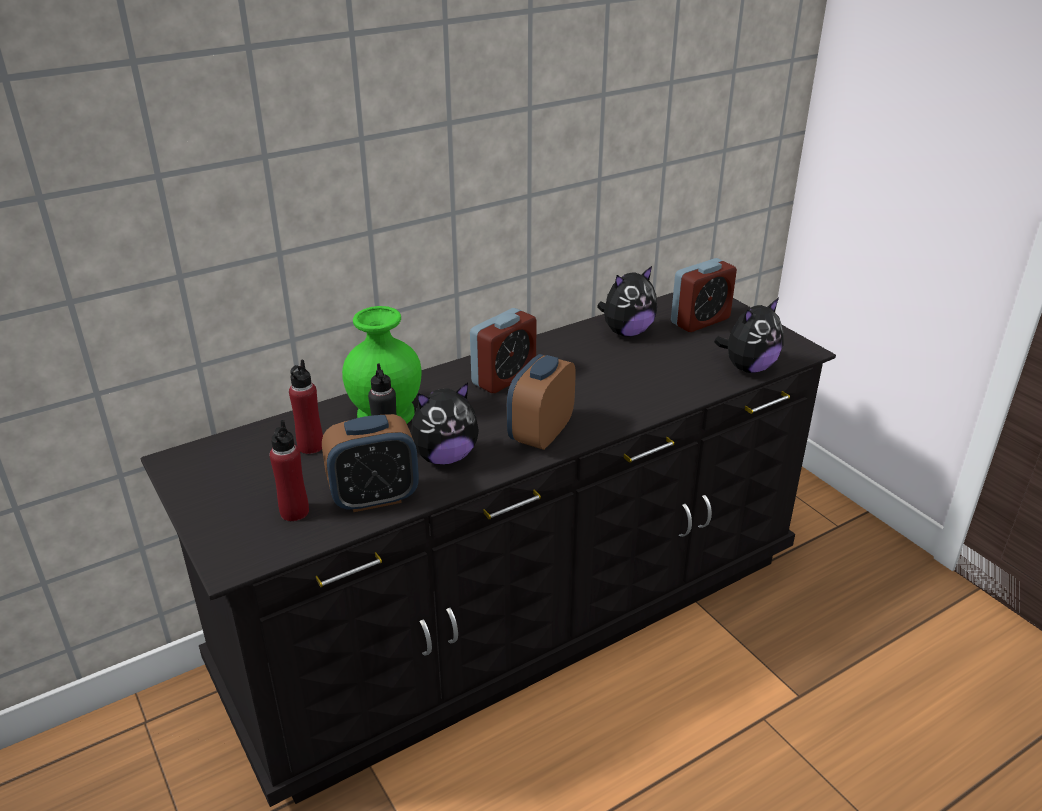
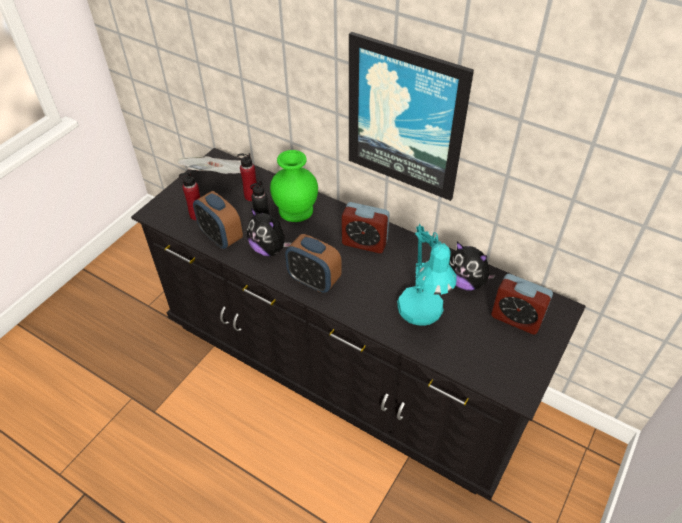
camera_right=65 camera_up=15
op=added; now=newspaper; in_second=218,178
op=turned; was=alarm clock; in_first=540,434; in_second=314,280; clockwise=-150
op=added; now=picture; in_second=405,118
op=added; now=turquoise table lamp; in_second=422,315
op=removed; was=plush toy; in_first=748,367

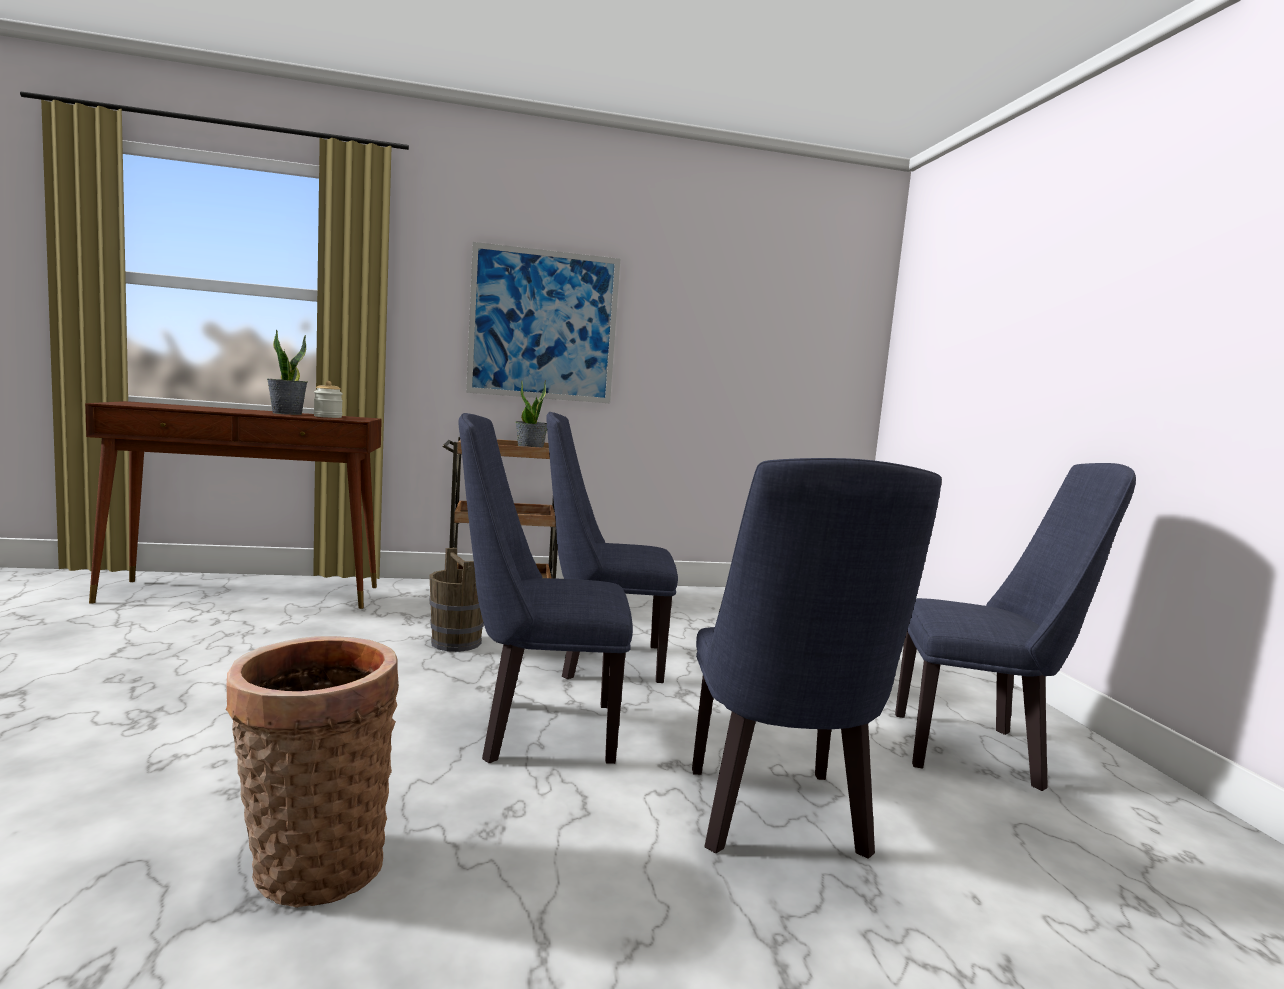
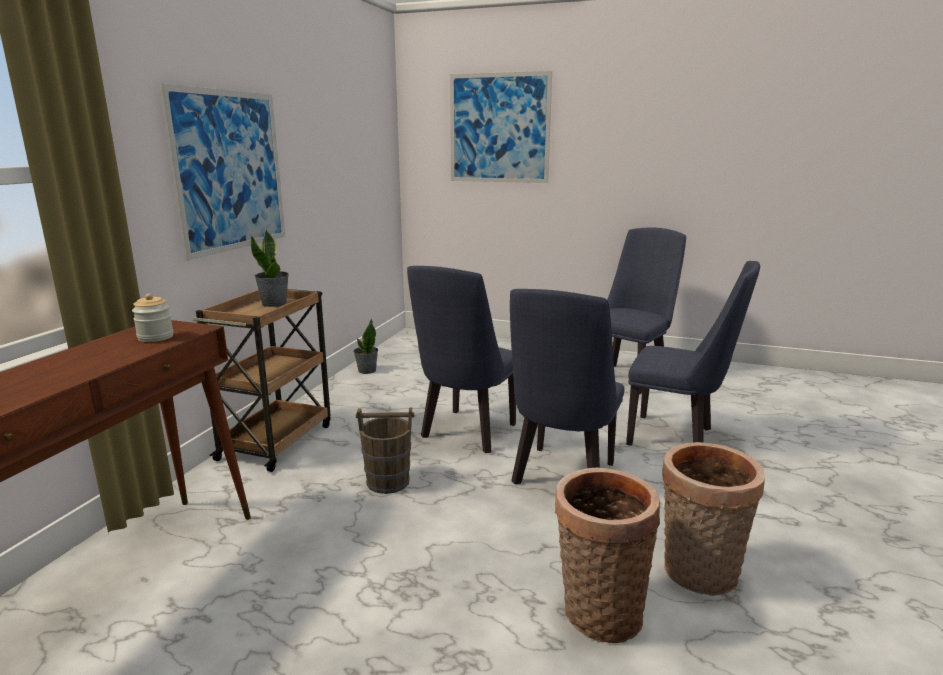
camera_right=-60 camera_up=10
op=moved; was=potted plant; in_first=286,413; in_second=366,370
op=added; now=picture; in_second=499,128
op=added; now=basket; in_second=597,611

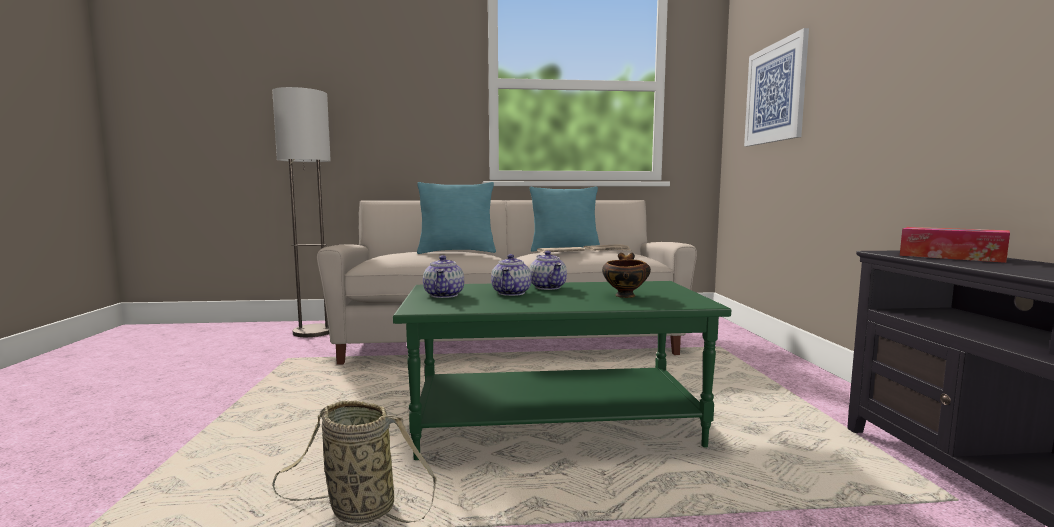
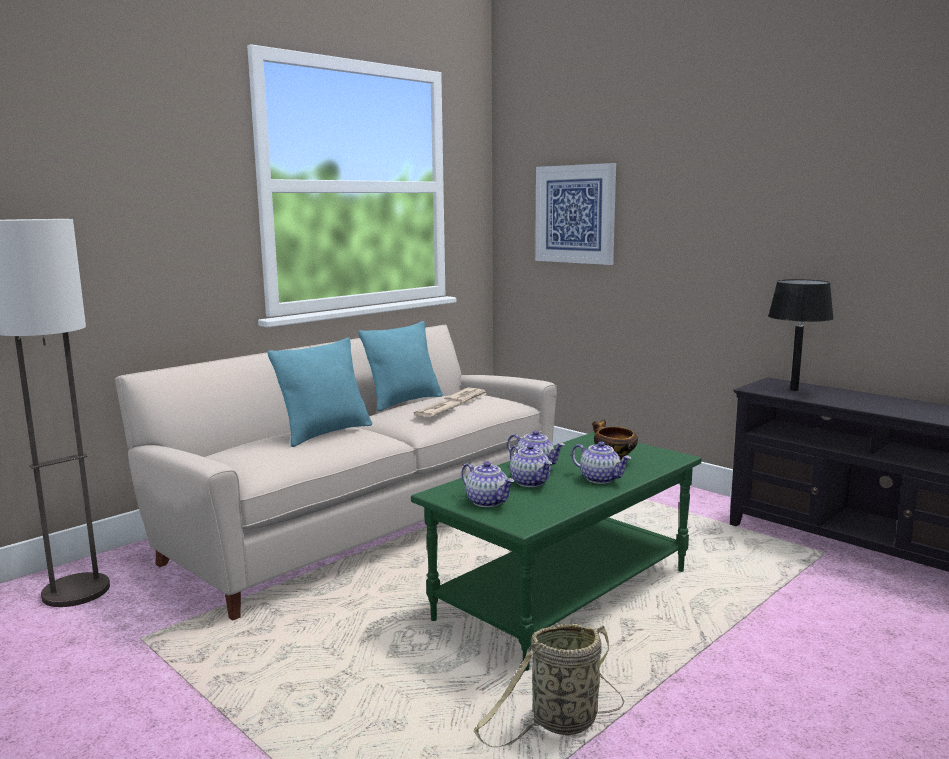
camera_right=-40 camera_up=5
op=added; now=teapot; in_second=600,479
op=replaced; was=tissue box; now=black table lamp; in_first=951,257; in_second=794,390

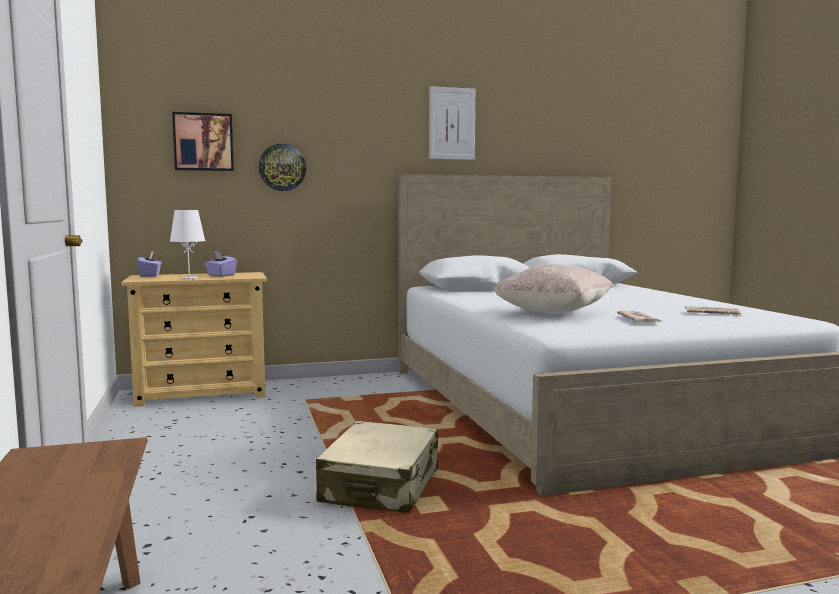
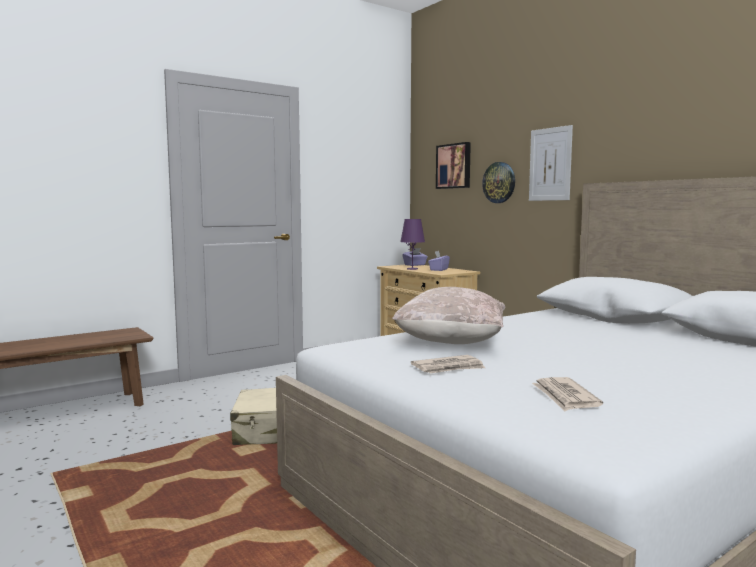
camera_right=70 camera_up=0
op=recoloured; was=white table lamp; now=purple table lamp; in_first=189,278; in_second=412,269
op=moved; was=picture; in_first=452,123; in_second=550,164

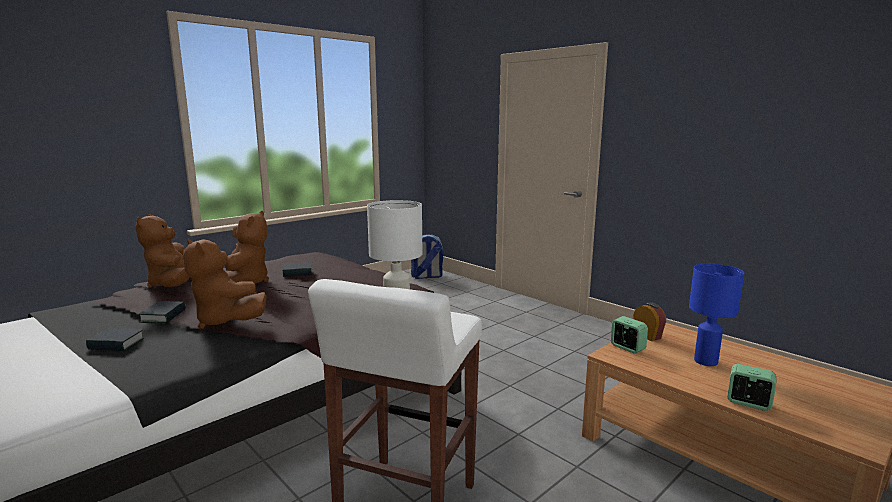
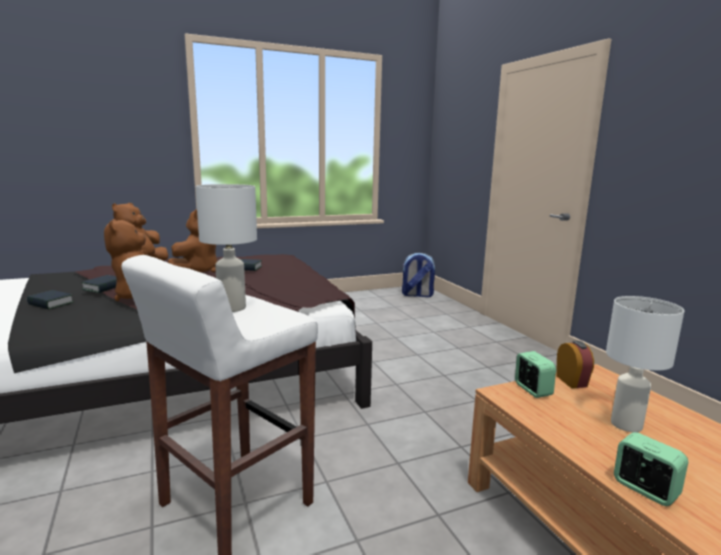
camera_right=20 camera_up=0
op=recoloured; was=blue table lamp; now=white table lamp; in_first=705,361; in_second=625,424

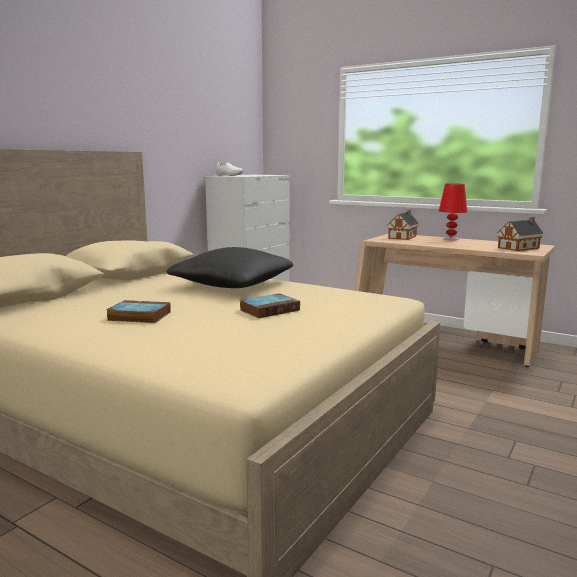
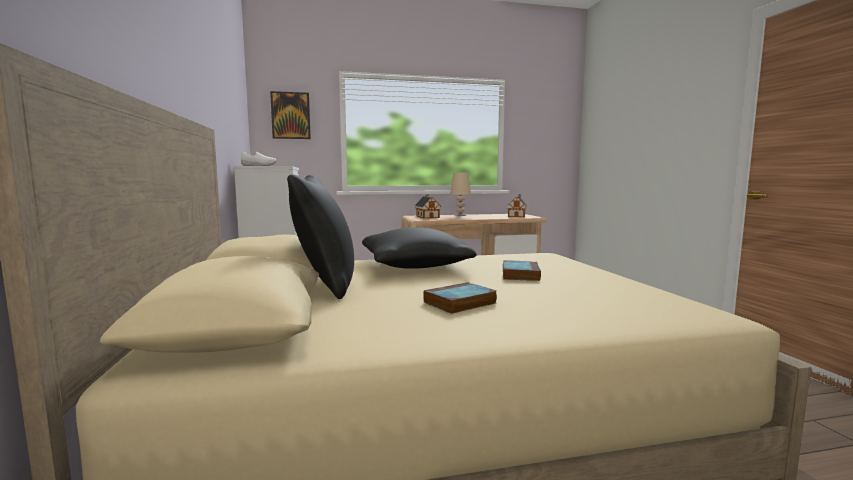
camera_right=-45 camera_up=-5
op=added; now=picture; in_second=291,115
op=added; now=black pillow; in_second=325,285
op=recoloured; was=red table lamp; now=beige table lamp; in_first=450,239; in_second=460,215

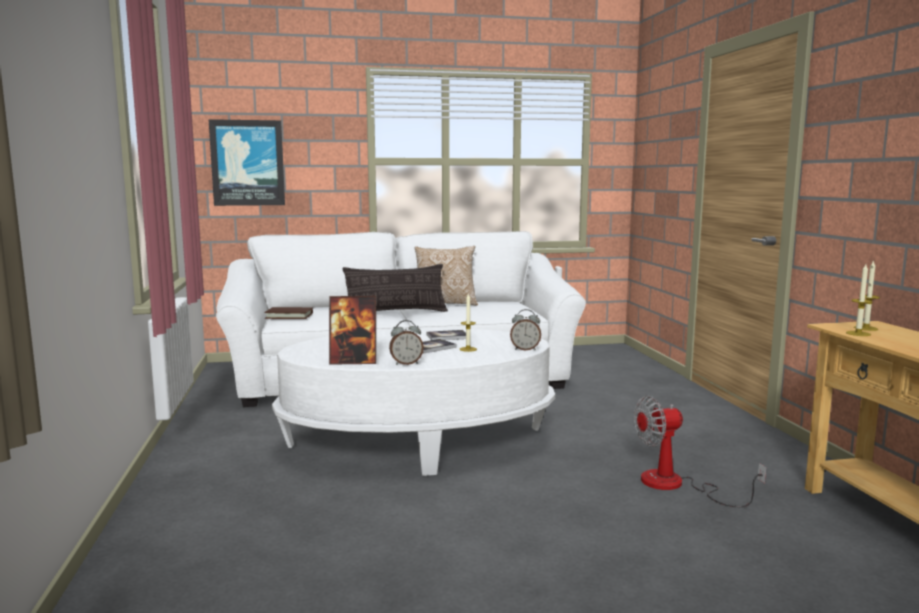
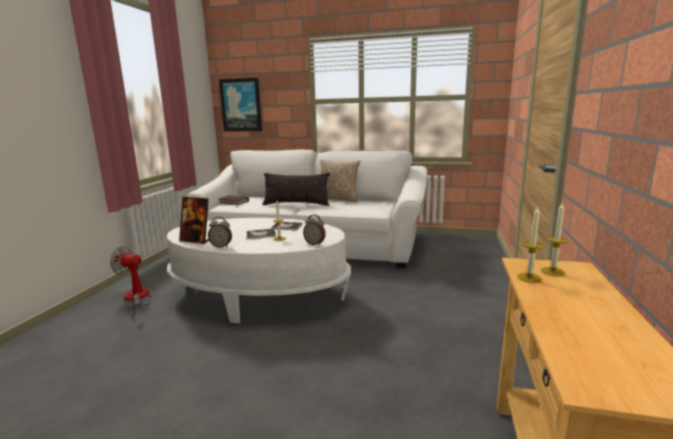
camera_right=25 camera_up=5
op=moved; was=fan; in_first=676,485; in_second=136,298

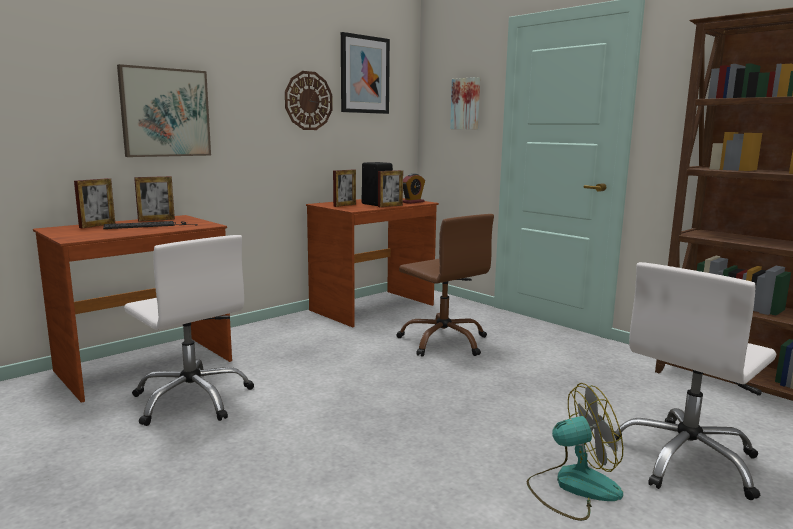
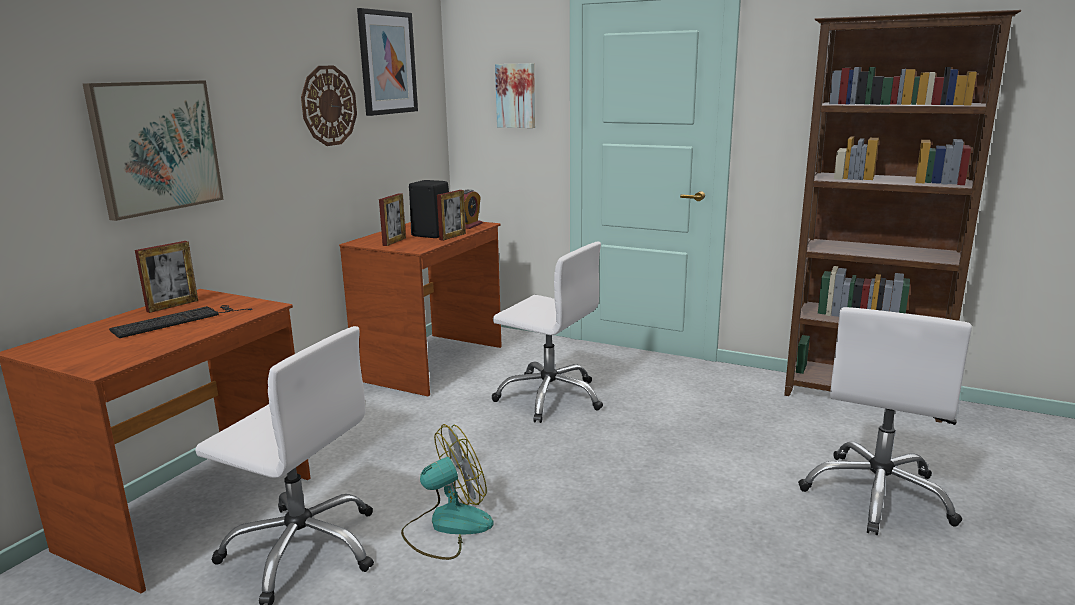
camera_right=-20 camera_up=5
op=moved; was=fan; in_first=573,487; in_second=447,526
op=recoloured; was=brown office chair; now=white office chair; in_first=444,341; in_second=550,397
op=removed; was=picture frame; in_first=97,225

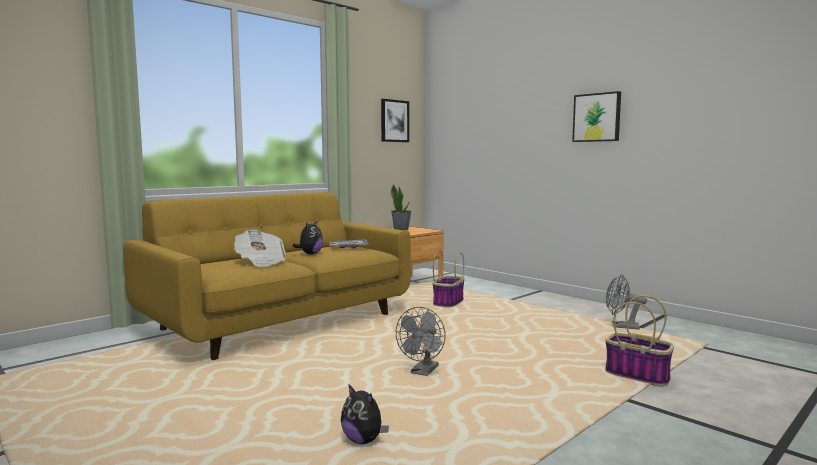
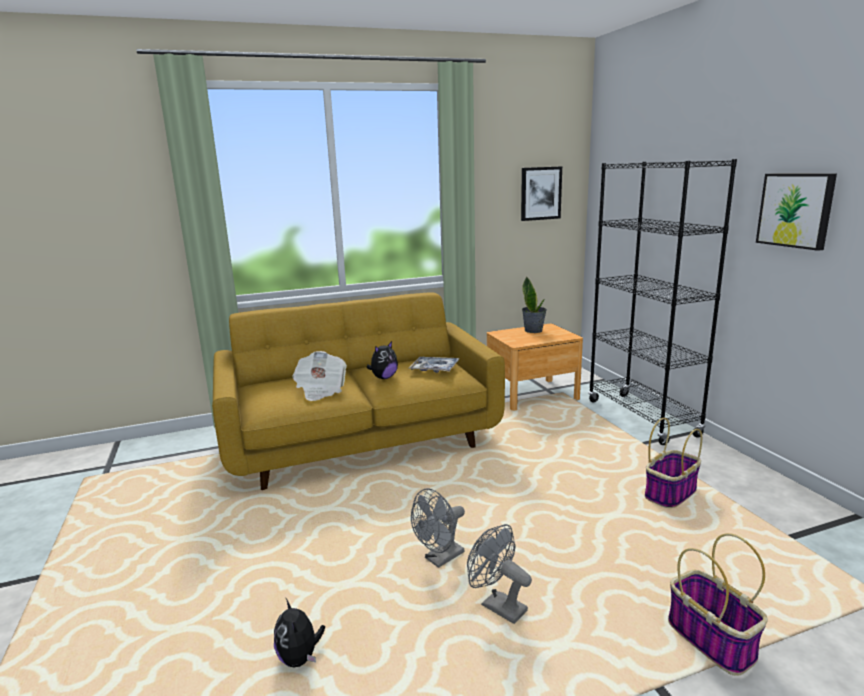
camera_right=25 camera_up=10
op=moved; was=grey fan; in_first=621,327; in_second=497,606
op=added; now=black bookcase; in_second=642,418
op=moved; was=basket; in_first=448,302; in_second=670,493

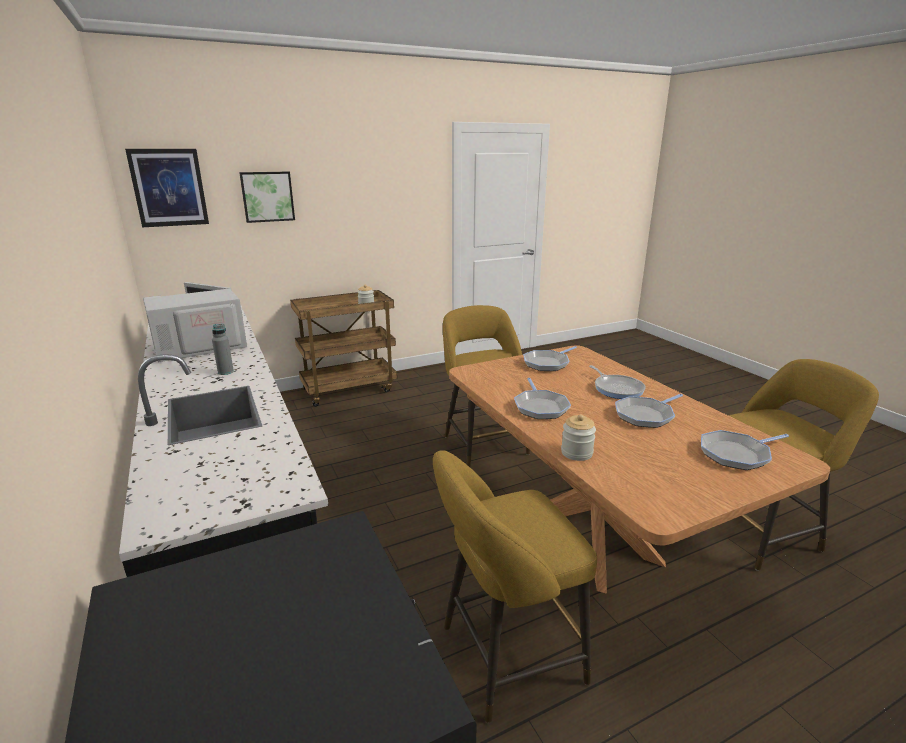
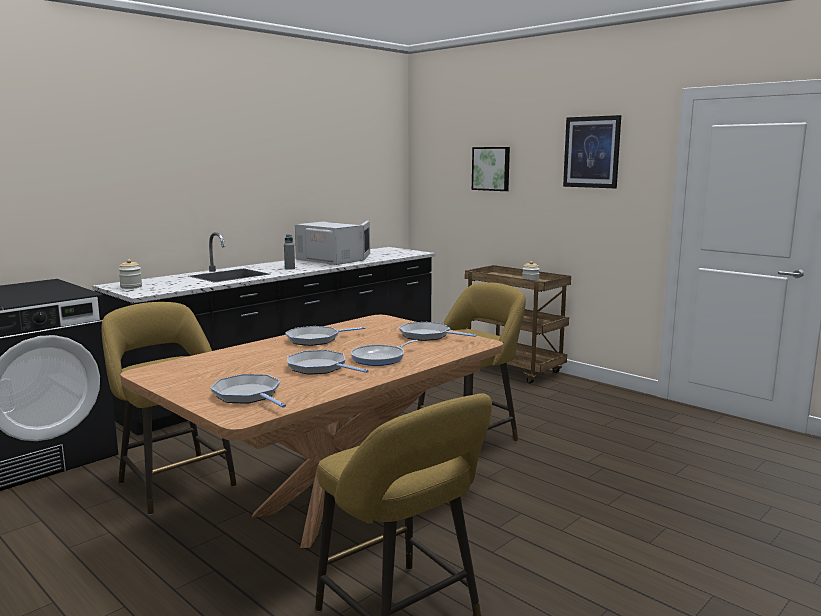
camera_right=70 camera_up=-10
op=moved; was=jar; in_first=576,453; in_second=131,287
op=moved; was=picture; in_first=169,187; in_second=591,152

